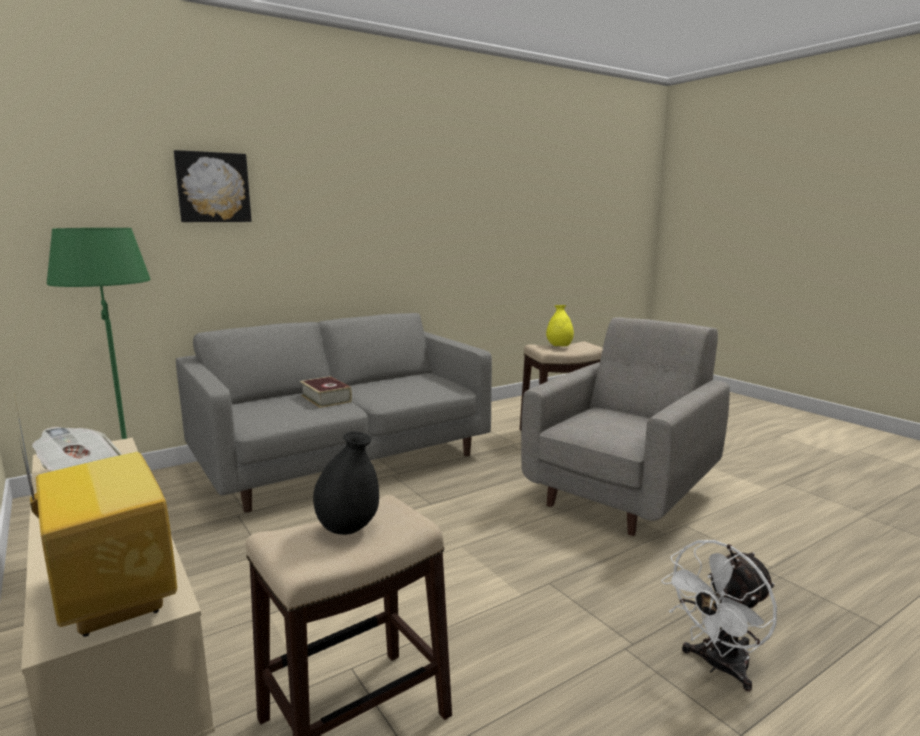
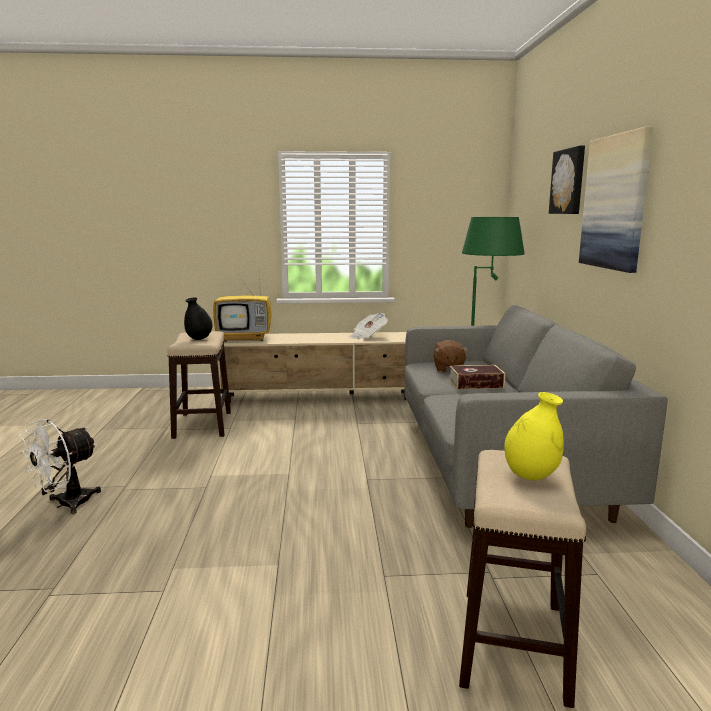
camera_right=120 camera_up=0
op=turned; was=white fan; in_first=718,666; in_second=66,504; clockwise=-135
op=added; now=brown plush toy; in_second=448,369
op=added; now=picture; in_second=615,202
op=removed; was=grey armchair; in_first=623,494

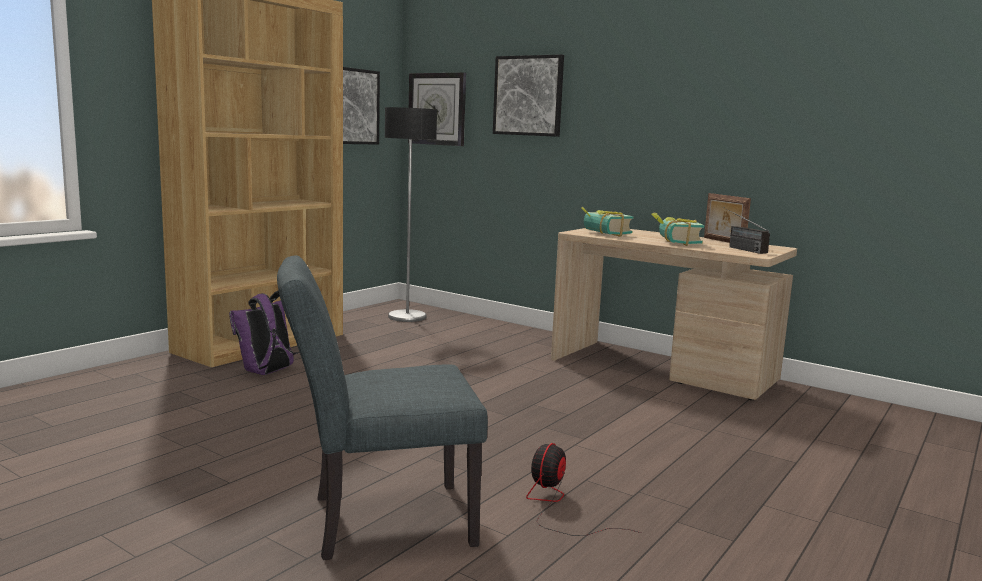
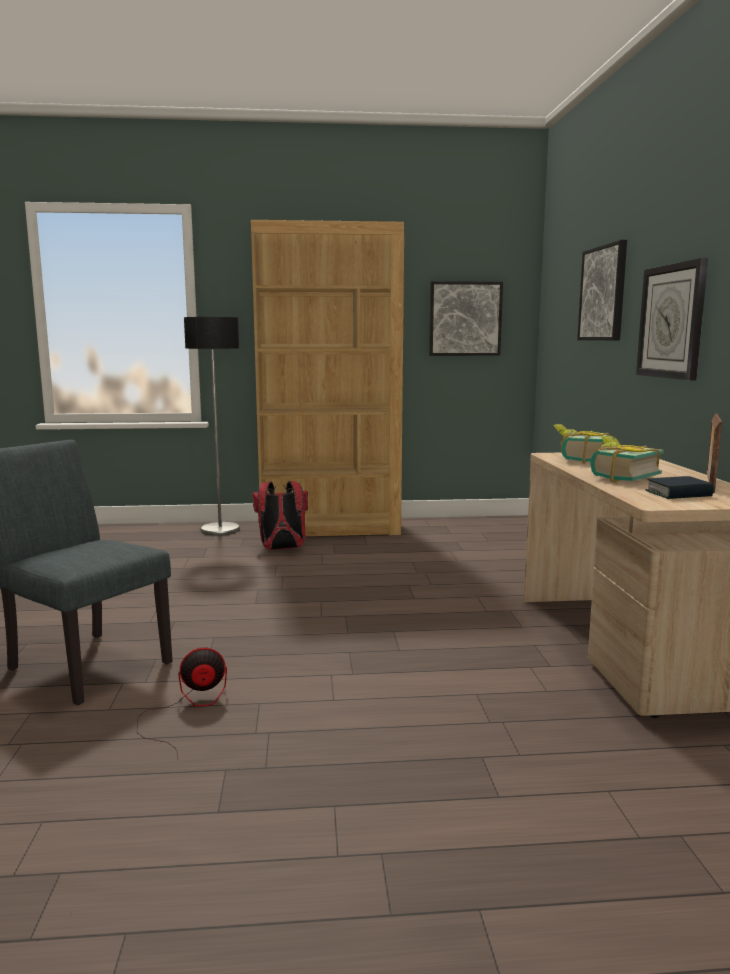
camera_right=50 camera_up=0
op=moved; was=floor lamp; in_first=407,317; in_second=220,530
op=recoloured; was=purple backpack; now=red backpack; in_first=269,372; in_second=282,549
op=moved; was=wall clock; in_first=437,109; in_second=672,321
op=replaced; was=radio; now=book; in_first=738,248; in_second=678,494

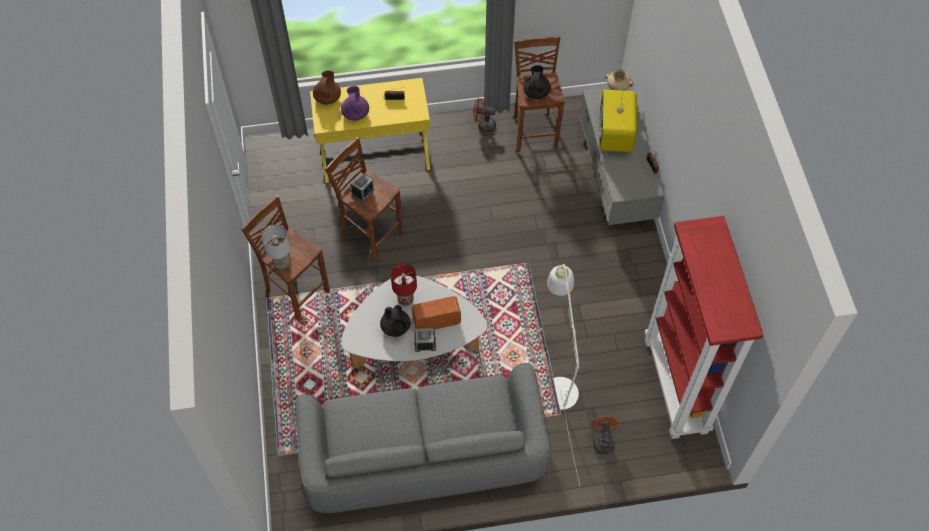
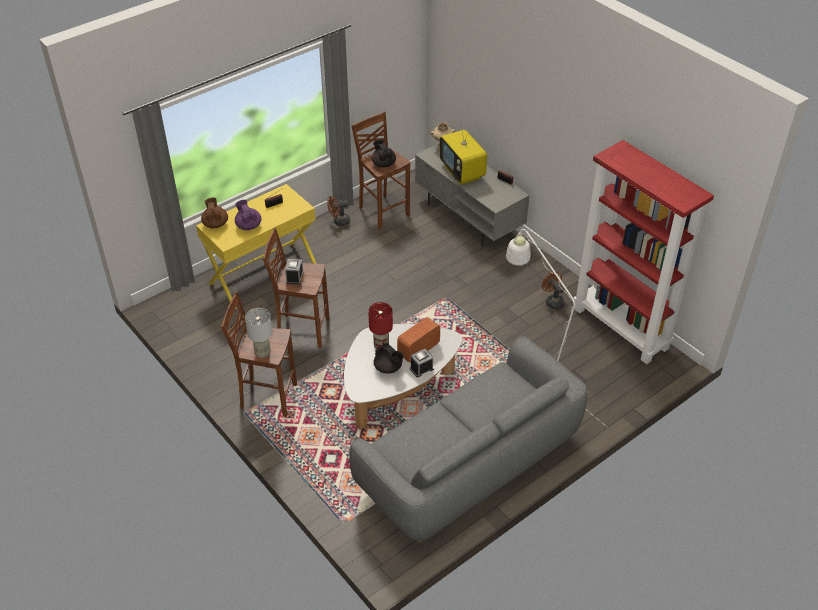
camera_right=-30 camera_up=-15
op=moved; was=brown fan; in_first=602,440; in_second=552,301

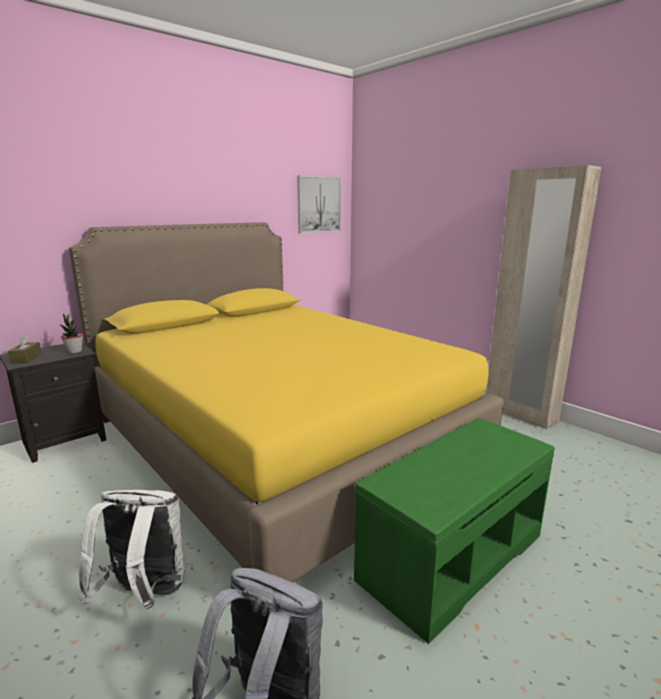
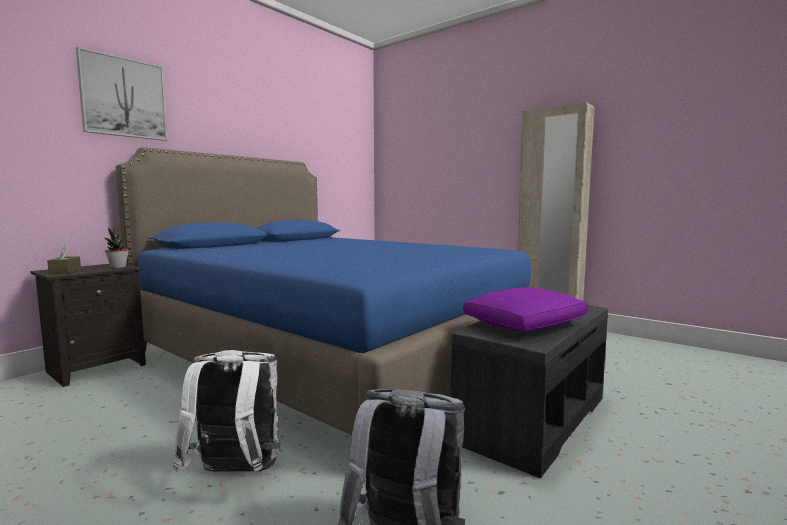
camera_right=-10 camera_up=-10
op=moved; was=picture; in_first=318,204; in_second=123,97
op=recoloured; was=yellow bed; now=blue bed; in_first=276,442; in_second=330,355
op=recoloured; was=green bench; now=grey bench; in_first=452,555; in_second=532,417
op=added; now=purple pillow; in_second=525,324

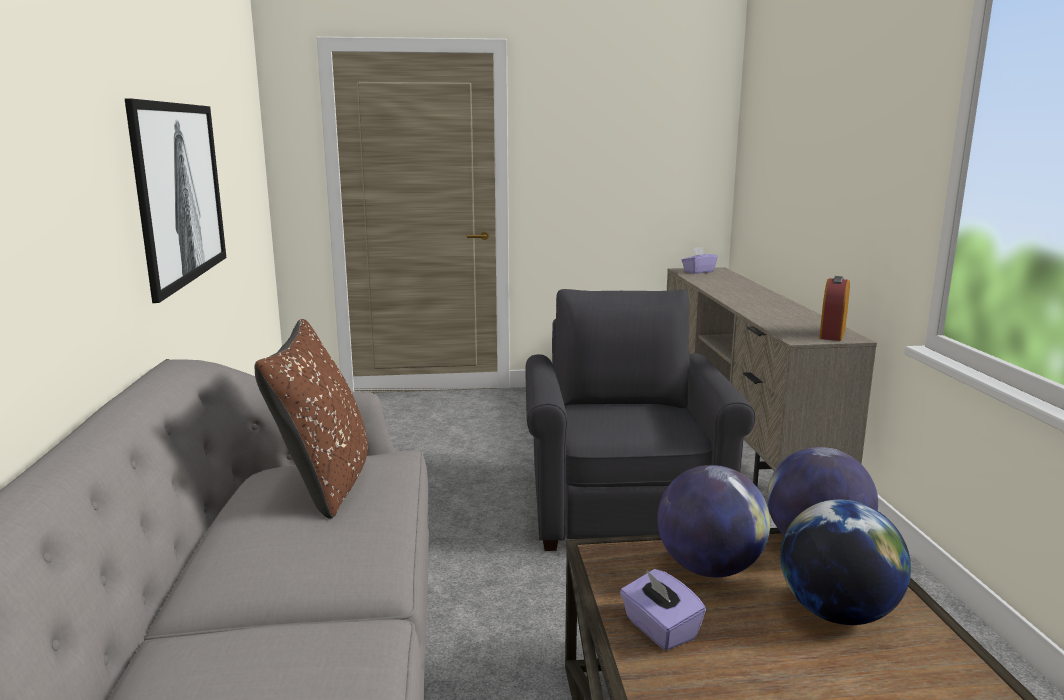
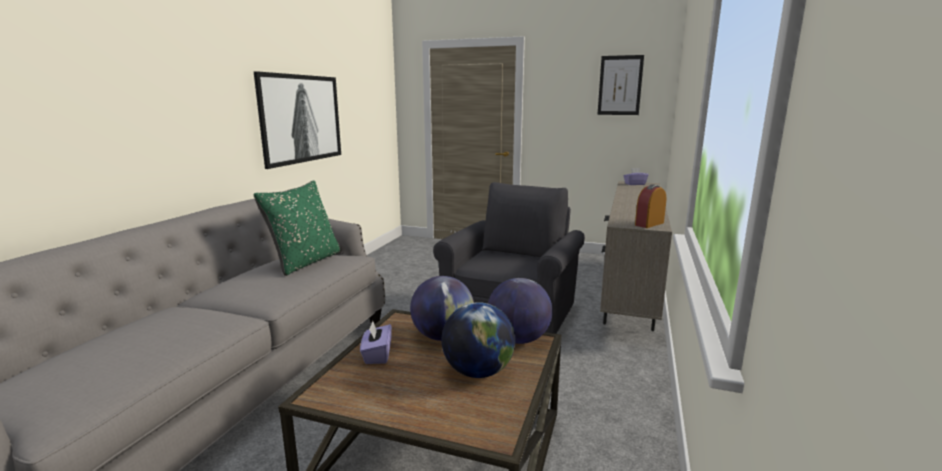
camera_right=25 camera_up=0
op=recoloured; was=brown pillow; now=green pillow; in_first=325,483; in_second=305,262
op=added; now=picture; in_second=620,85

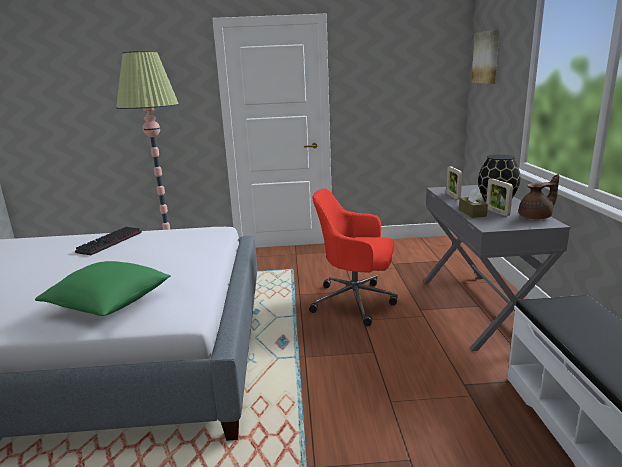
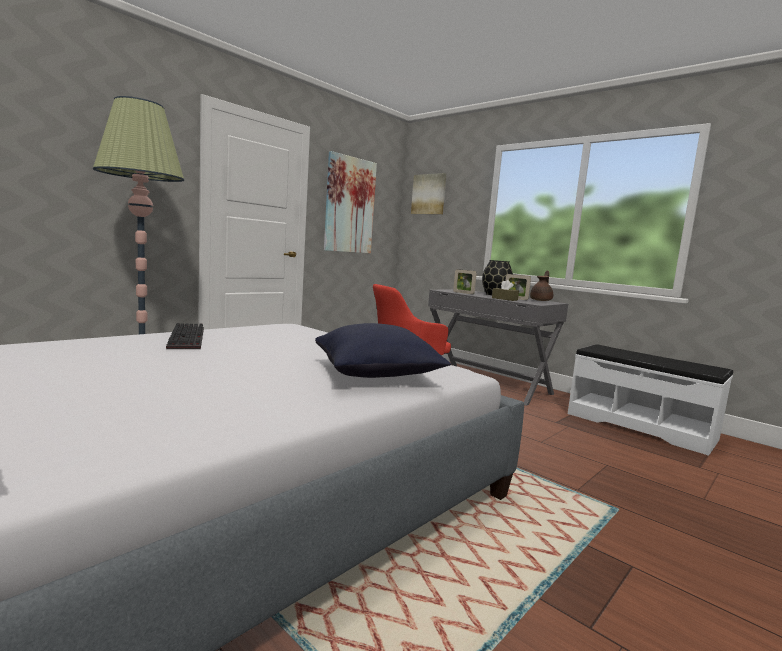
camera_right=-45 camera_up=-10
op=recoloured; was=green pillow; now=blue pillow; in_first=110,305; in_second=376,374
op=added; now=picture; in_second=349,205

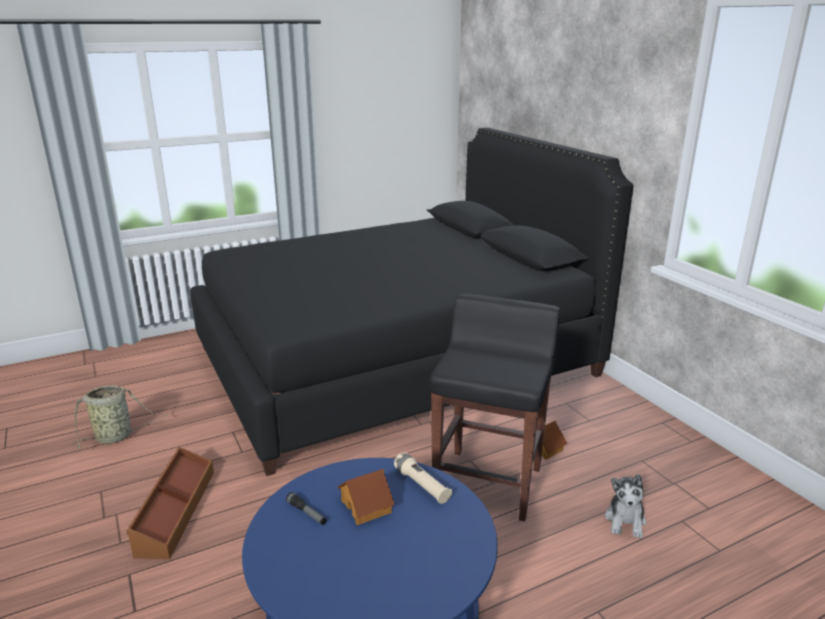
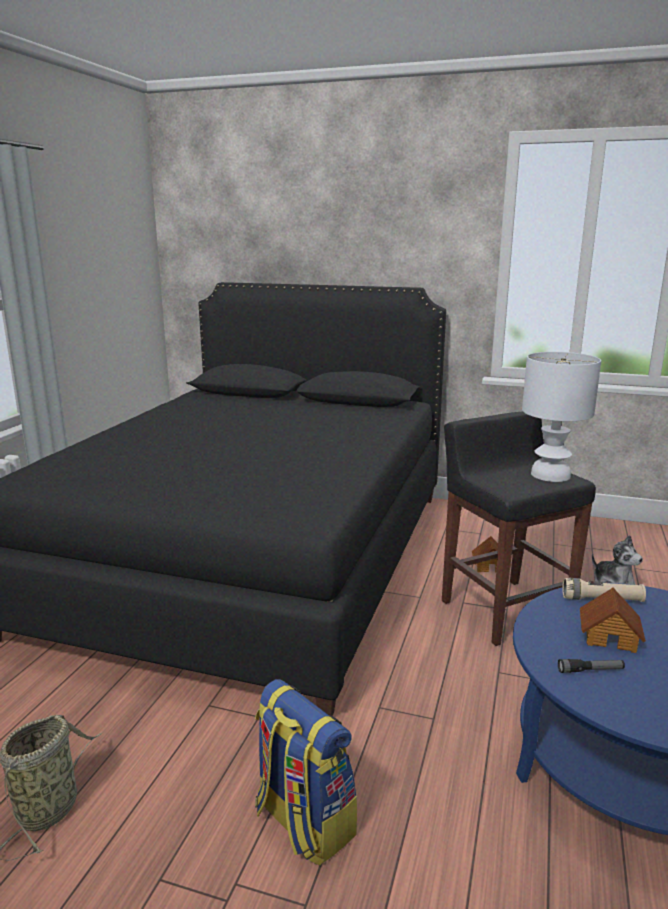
camera_right=-45 camera_up=-5
op=replaced; was=brown storage box; now=backpack; in_first=175,511; in_second=303,822
op=added; now=white table lamp; in_second=550,475

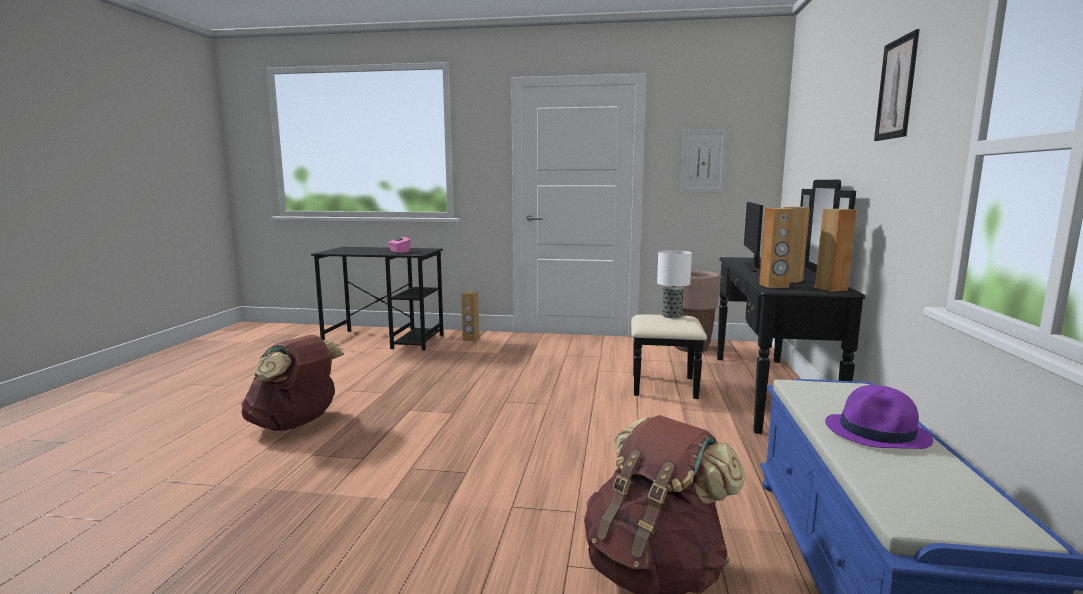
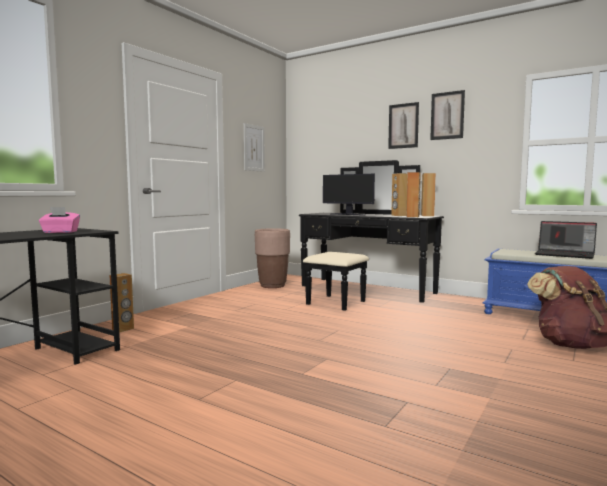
camera_right=-65 camera_up=-5
op=added; now=picture; in_second=403,126
op=replaced; was=purple hat; now=laptop; in_first=877,432; in_second=565,254
op=removed; was=brown backpack; in_first=295,424
op=removed; was=table lamp; in_first=672,316

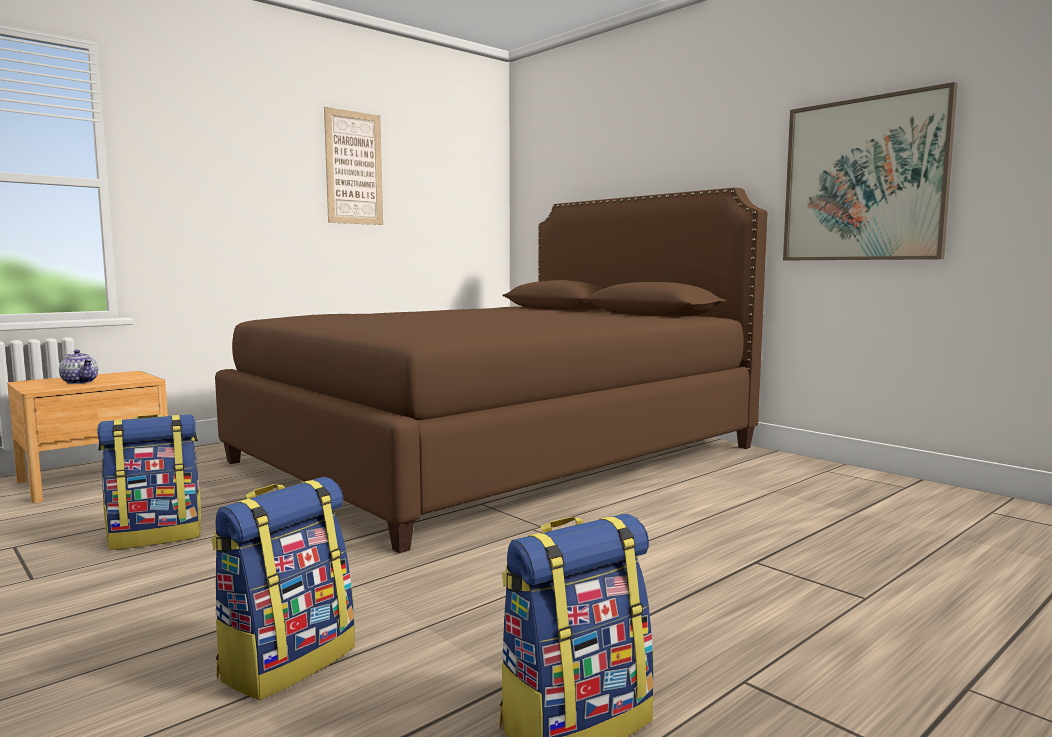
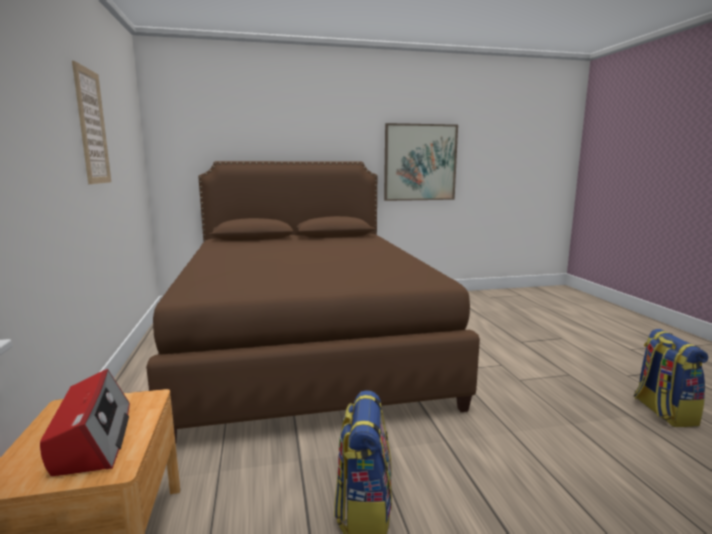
camera_right=-60 camera_up=5
op=replaced; was=teapot; now=radio; in_first=80,382; in_second=92,438
op=removed; was=backpack; in_first=287,662

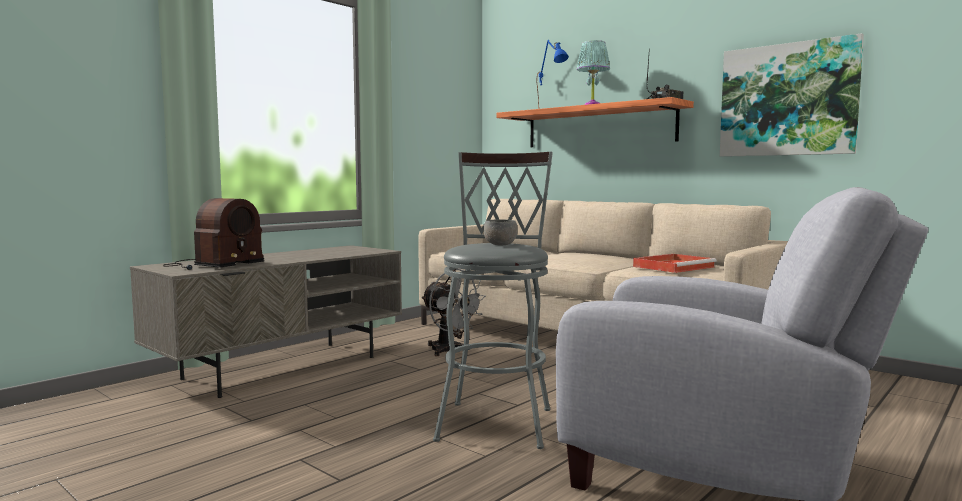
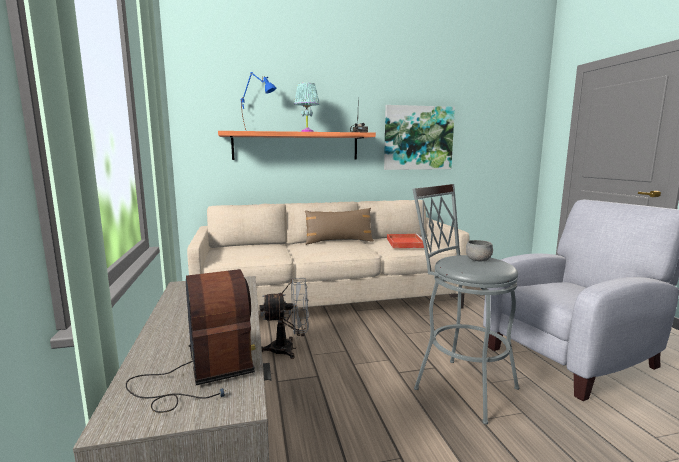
camera_right=-55 camera_up=5
op=added; now=brown pillow; in_second=339,241

